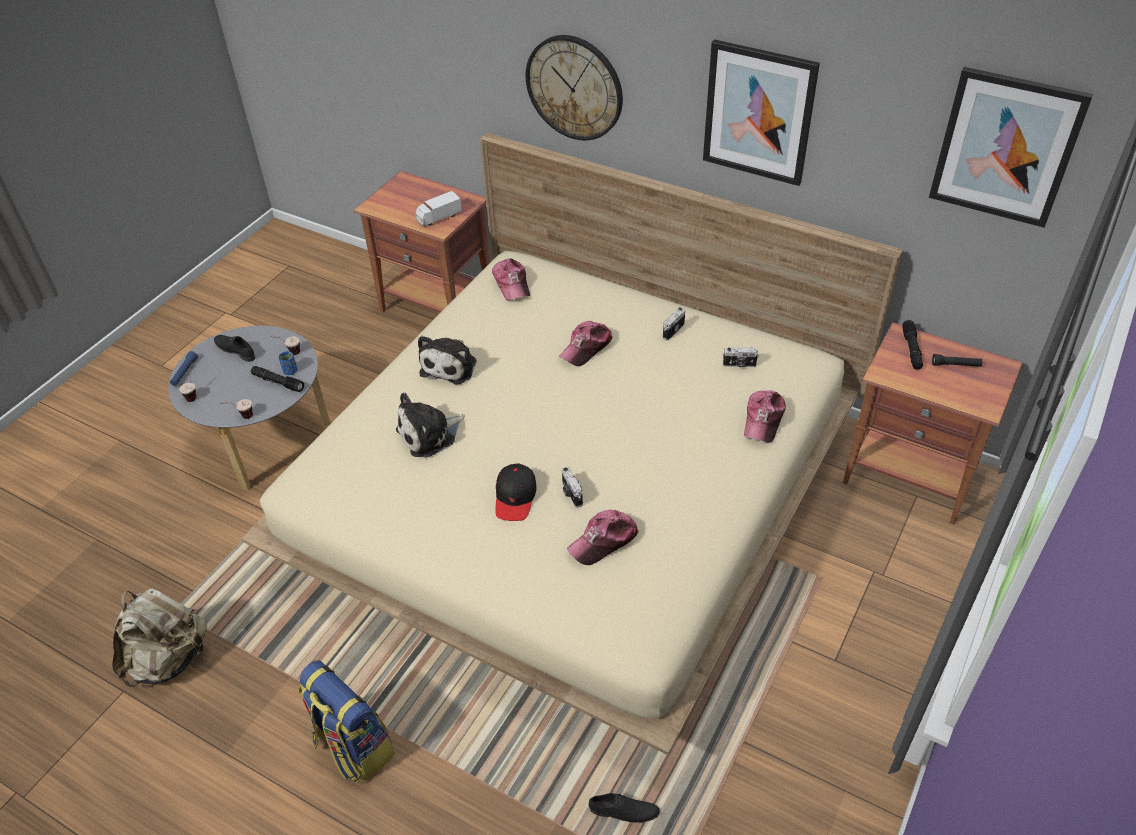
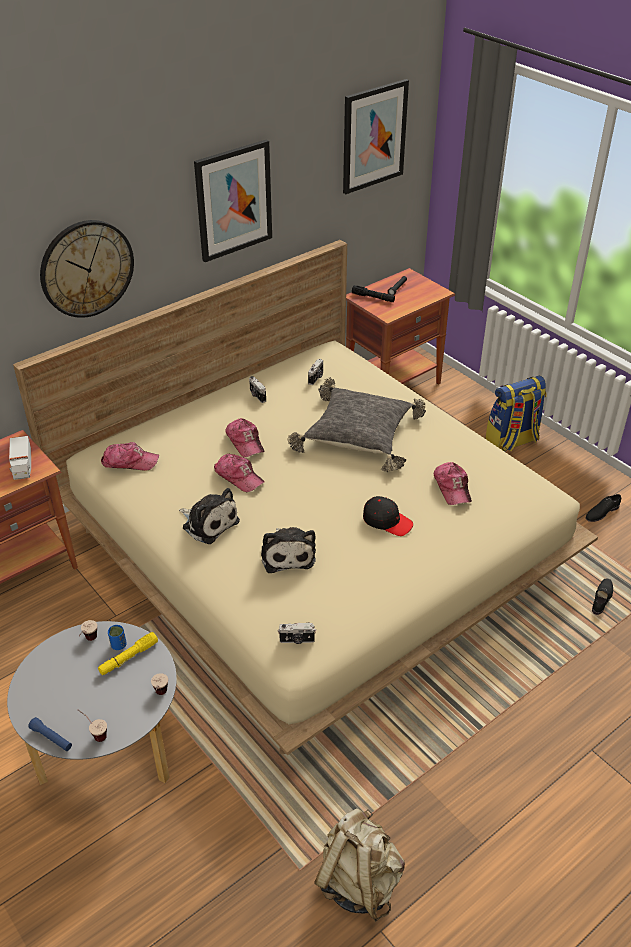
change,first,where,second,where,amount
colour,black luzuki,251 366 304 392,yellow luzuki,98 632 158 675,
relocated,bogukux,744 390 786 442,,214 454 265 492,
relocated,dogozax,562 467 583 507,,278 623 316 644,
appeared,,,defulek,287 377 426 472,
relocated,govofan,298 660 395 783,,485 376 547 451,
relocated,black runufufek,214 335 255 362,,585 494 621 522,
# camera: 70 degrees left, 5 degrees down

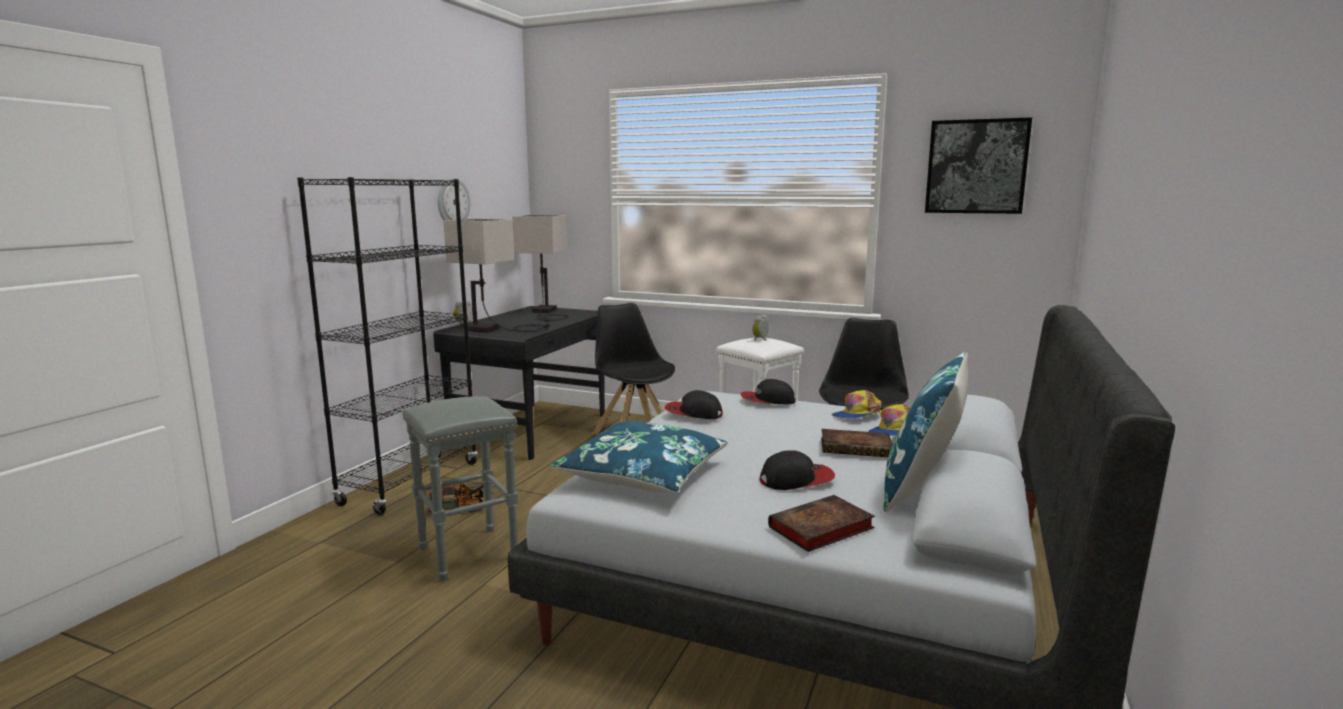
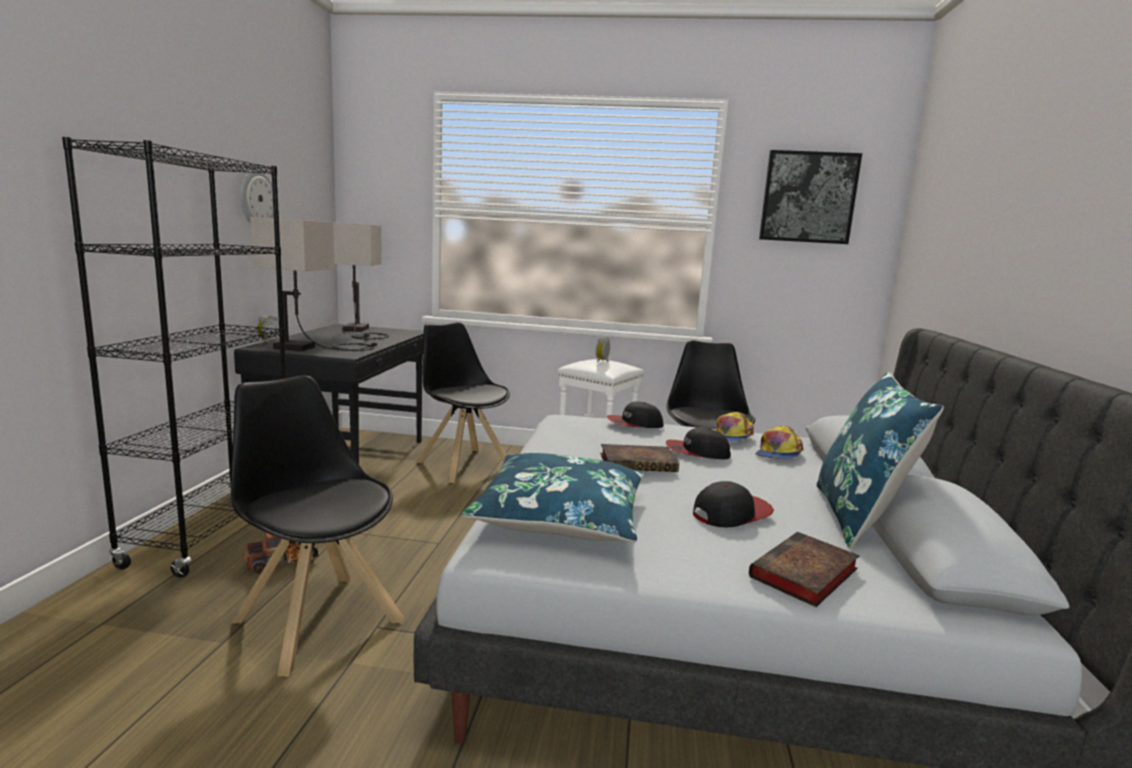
change,first,where,second,where,amount
exchanged,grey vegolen,403 396 518 581,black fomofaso,231 375 404 677,
relocated,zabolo,821 429 893 457,,600 444 679 472,
relocated,bogukux,665 390 723 419,,666 427 731 459,
# camera: 15 degrees left, 0 degrees up

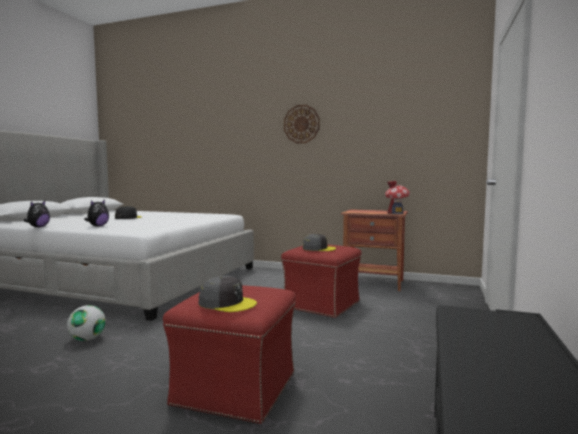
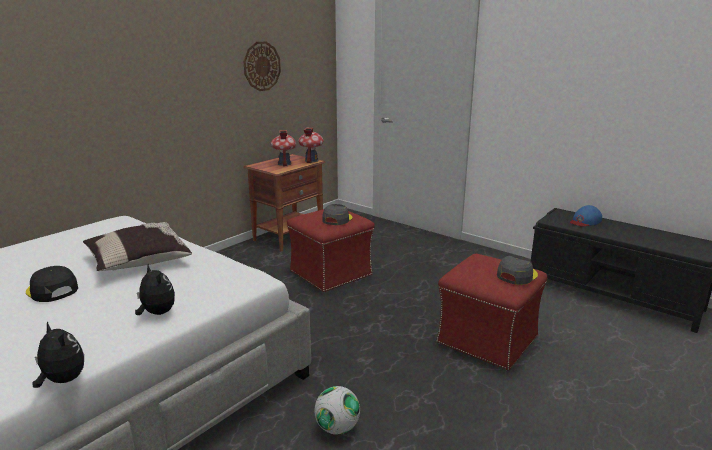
change,first,where,second,where,amount
appeared,,,defulek,83 222 192 271,
relocated,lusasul,284 105 320 143,,243 41 281 91,
appeared,,,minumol,271 130 296 166,
appeared,,,blue bogukux,570 205 602 226,
# camera: 70 degrees left, 15 degrees up

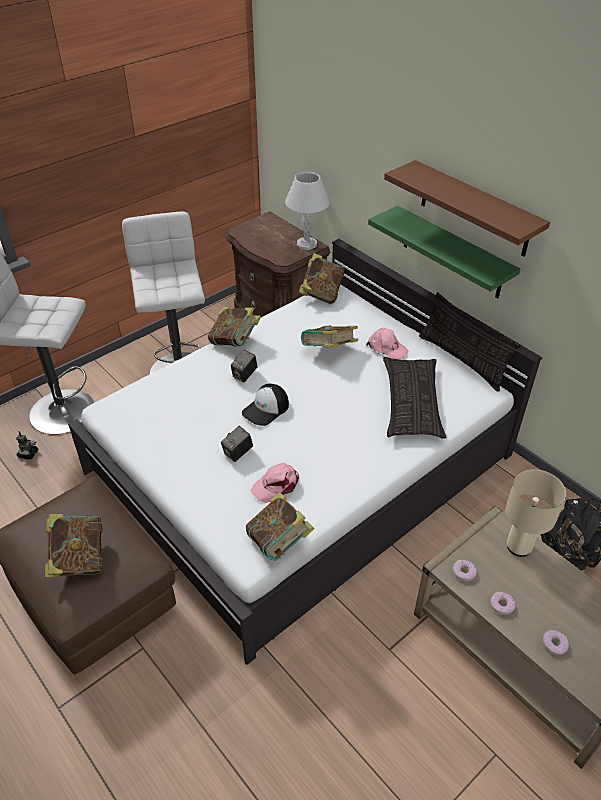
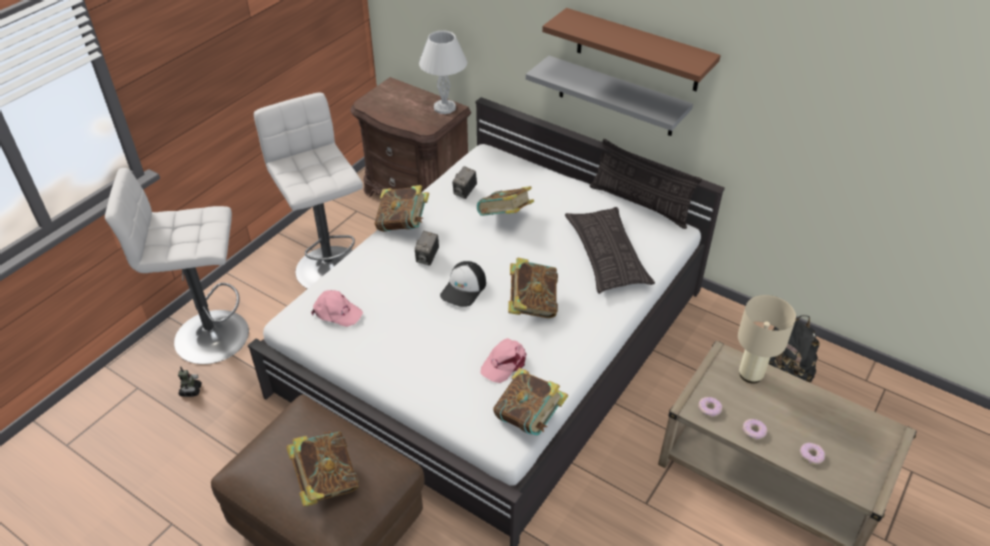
change,first,where,second,where,amount
relocated,pink bogukux,366 328 409 359,,311 290 363 327,
relocated,dogozax,221 426 253 462,,452 166 477 199,
relocated,zabolo,299 253 344 304,,508 257 558 318,
colour,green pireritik,368 206 520 298,grey pireritik,526 56 693 136,
# camera: 15 degrees left, 0 degrees up

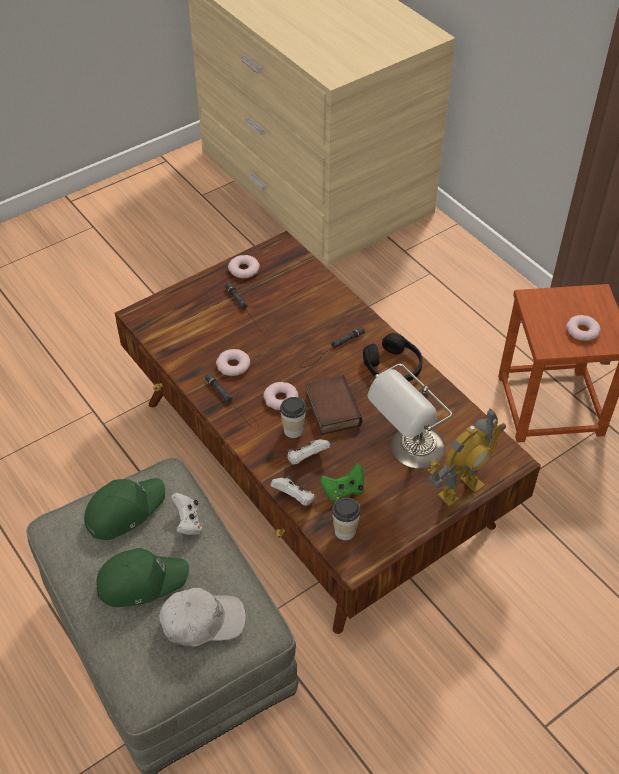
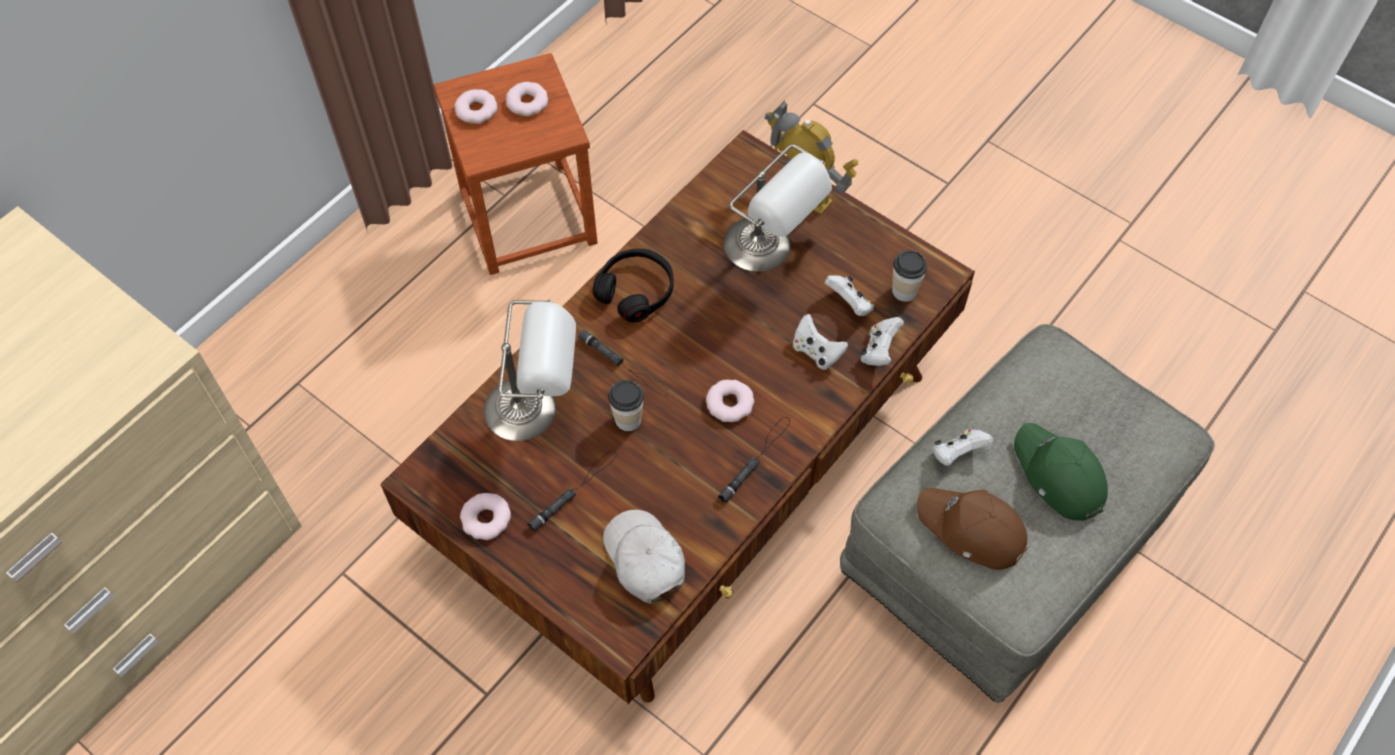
change,first,where,second,where,amount
relocated,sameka,216 349 250 376,,454 89 497 124,
appeared,,,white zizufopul,483 300 576 441,
relocated,white bogukux,159 588 246 646,,603 510 685 604,
relocated,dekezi,280 397 306 438,,608 380 644 431,
colour,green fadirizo,320 463 364 503,white fadirizo,824 275 874 316,
colour,green bogukux,84 478 165 540,brown bogukux,917 488 1028 570,
missing,zabolo,305 375 362 435,,,
# camera: 105 degrees left, 10 degrees up

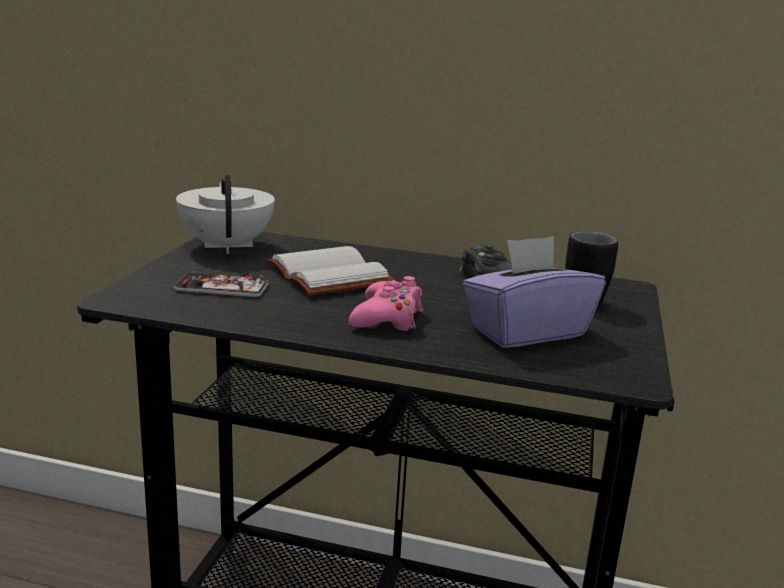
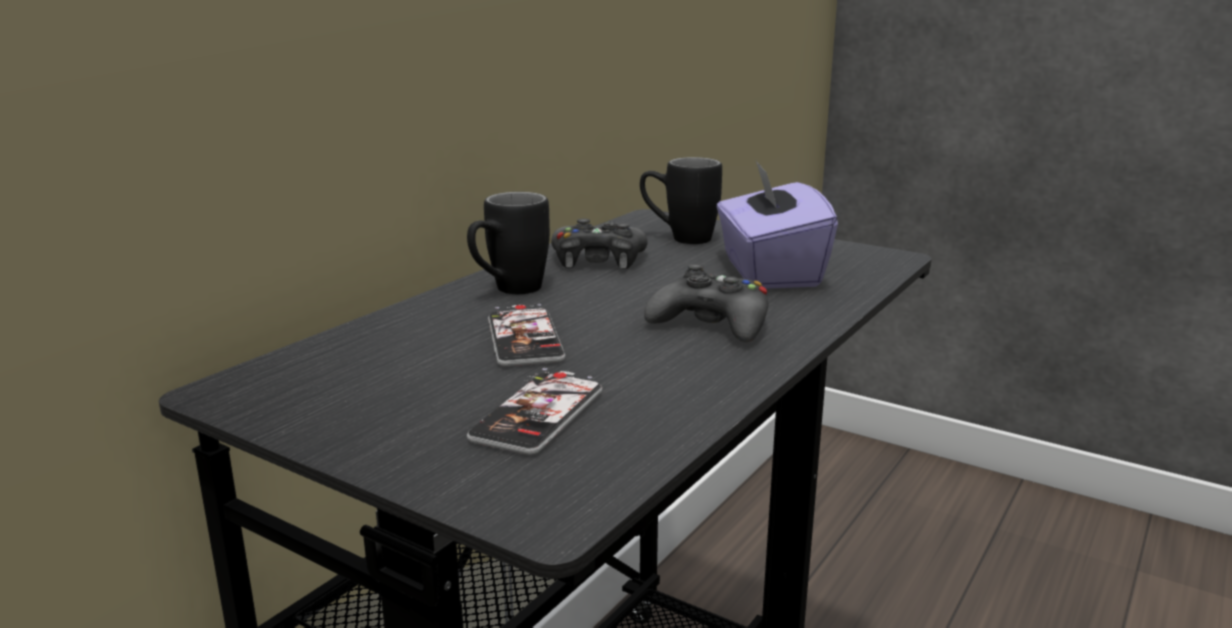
change,first,where,second,where,amount
appeared,,,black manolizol,467 192 550 294,
exchanged,white zabolo,266 246 394 296,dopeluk,488 304 565 366,
colour,pink fadirizo,349 276 423 331,black fadirizo,644 264 768 342,
missing,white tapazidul,176 175 275 254,,,
# camera: 70 degrees left, 0 degrees up

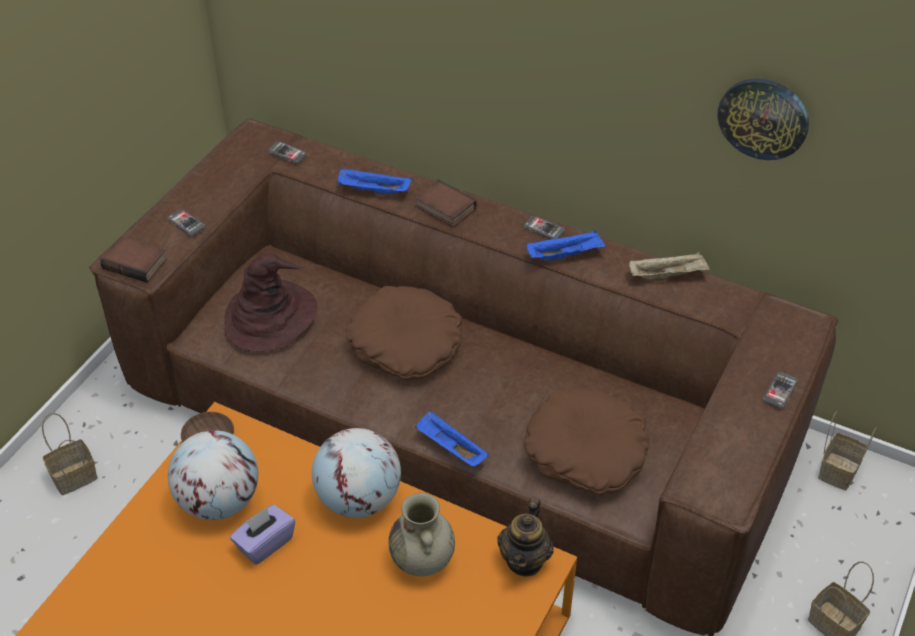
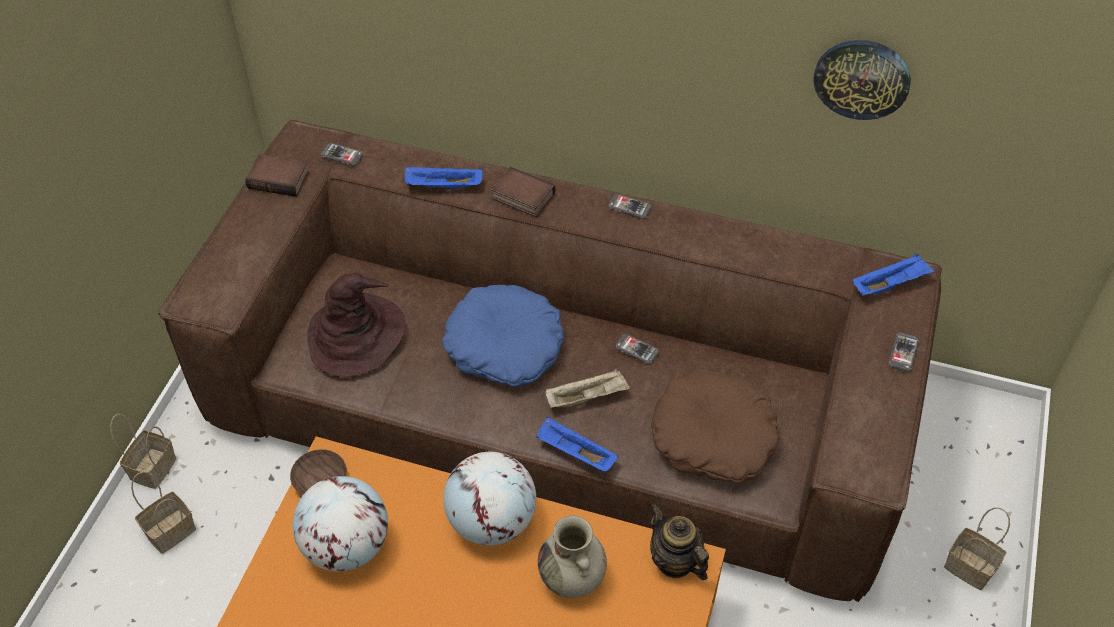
change,first,where,second,where,amount
relocated,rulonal,818 411 876 490,,110 414 176 489,
relocated,zabolo,100 236 167 283,,245 154 309 197,
colour,brown defulek,345 286 463 380,blue defulek,442 285 564 387,
relocated,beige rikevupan,629 252 710 281,,545 369 630 408,
relocated,dopeluk,168 209 205 236,,616 334 659 364,
spun,tapazidul,497 497 554 577,,650 503 709 580,135 degrees clockwise
relocated,blue rikevupan,527 230 606 261,,853 253 935 296,
missing,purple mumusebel,230 505 295 565,,,
# camera: 10 degrees left, 5 degrees up

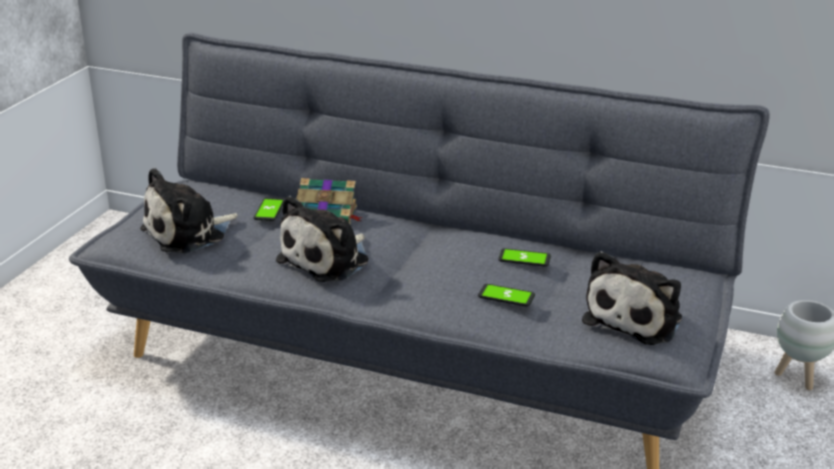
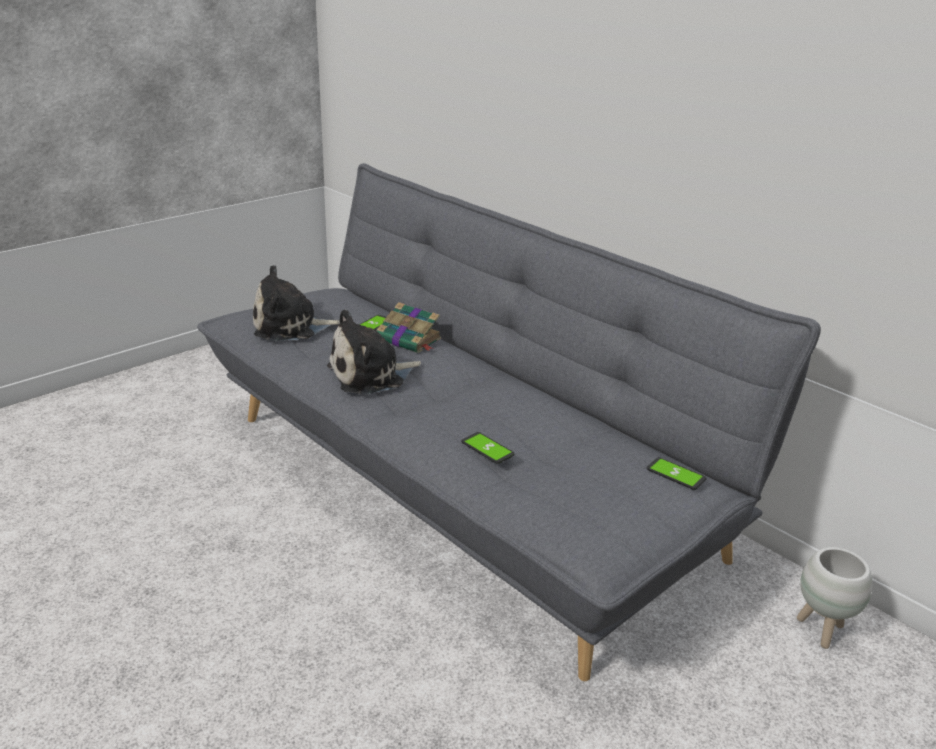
change,first,where,second,where,amount
relocated,dopeluk,498 248 551 267,,647 457 707 490,
missing,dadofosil,582 251 682 345,,,
# camera: 25 degrees right, 0 degrees up

